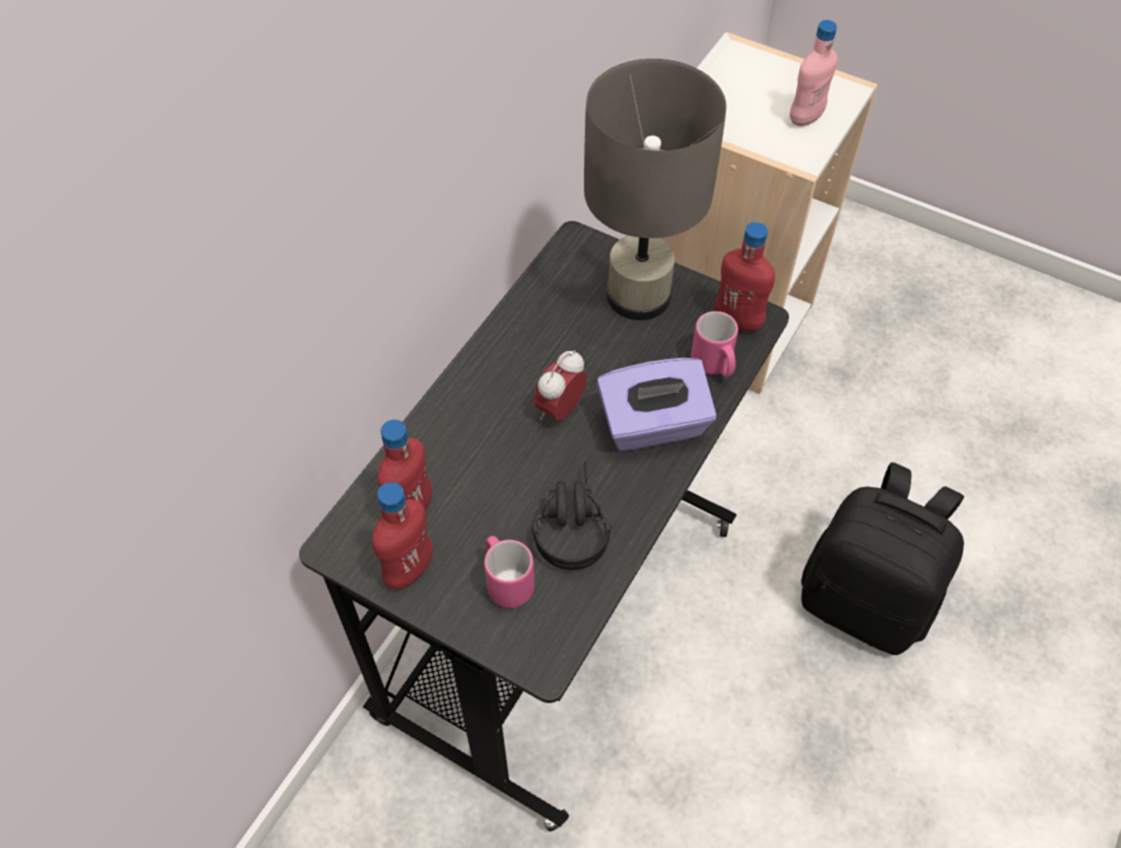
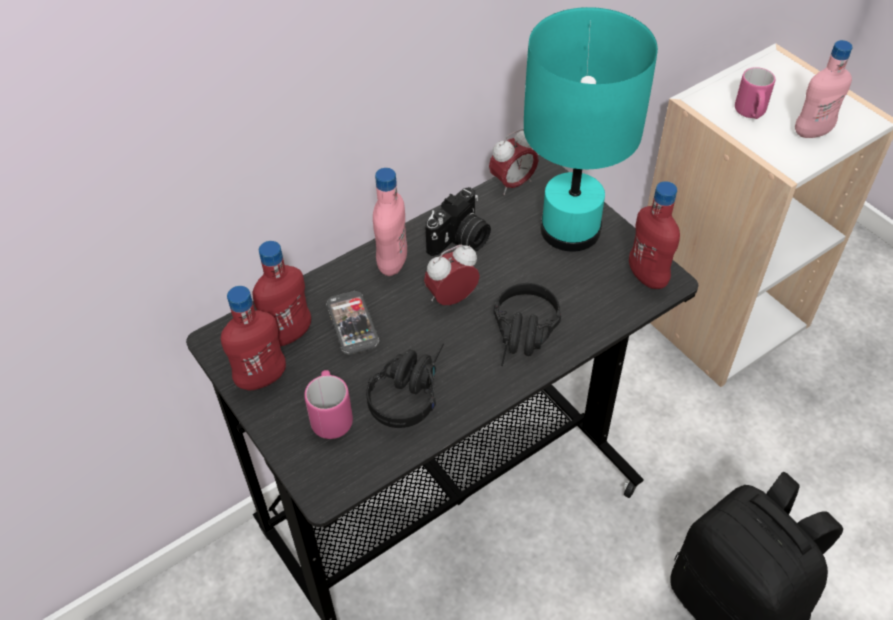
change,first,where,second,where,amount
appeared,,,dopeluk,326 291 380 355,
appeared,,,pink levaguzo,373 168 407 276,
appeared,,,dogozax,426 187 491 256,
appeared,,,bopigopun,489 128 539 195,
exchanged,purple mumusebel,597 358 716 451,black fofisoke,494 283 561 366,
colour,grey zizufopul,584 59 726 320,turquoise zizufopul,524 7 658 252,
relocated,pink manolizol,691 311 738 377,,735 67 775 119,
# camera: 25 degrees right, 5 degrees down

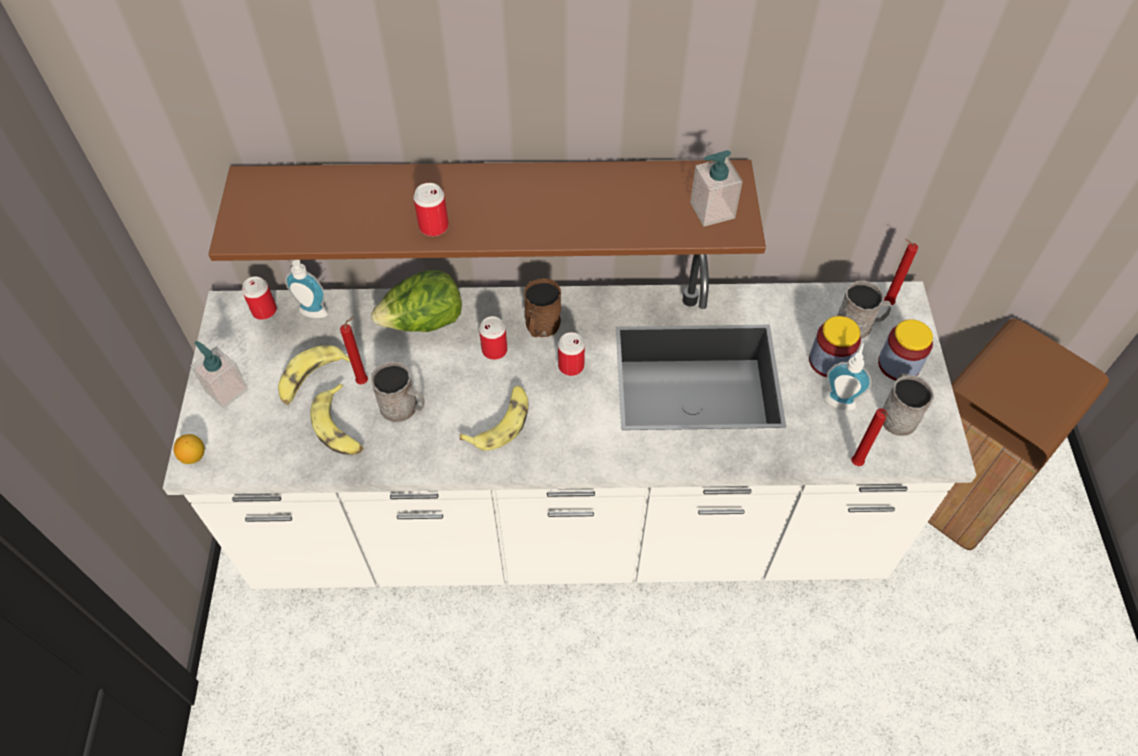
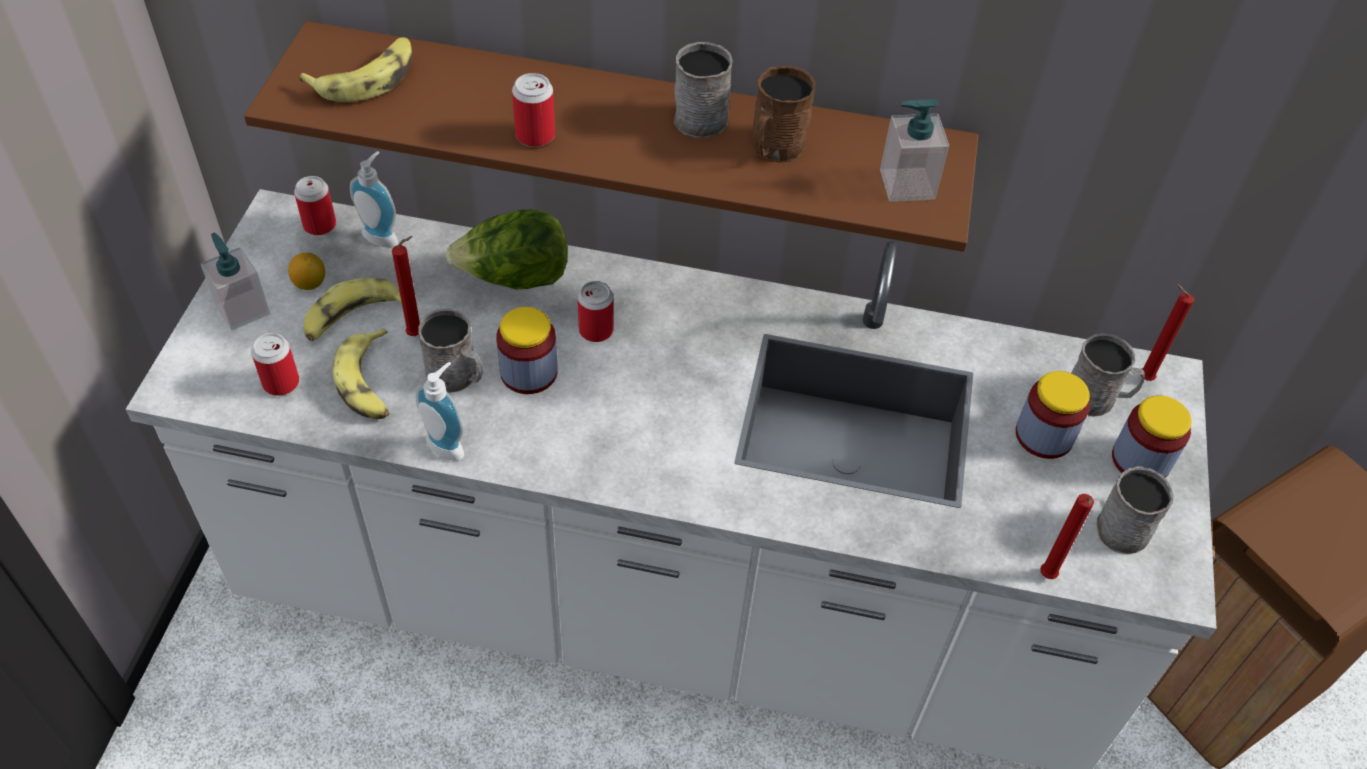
change,first,where,second,where,amount
relocated,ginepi,558 332 585 376,,251 333 299 396,
relocated,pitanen,173 434 205 464,,288 253 325 290,
relocated,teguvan,460 386 528 451,,299 37 412 102,
relocated,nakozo,823 343 872 410,,415 362 464 461,
appeared,,,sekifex,496 307 557 394,
appeared,,,grey manolizol,674 42 733 138,
relocated,brown manolizol,524 278 561 337,,751 66 816 163,
# camera: 10 degrees right, 5 degrees down

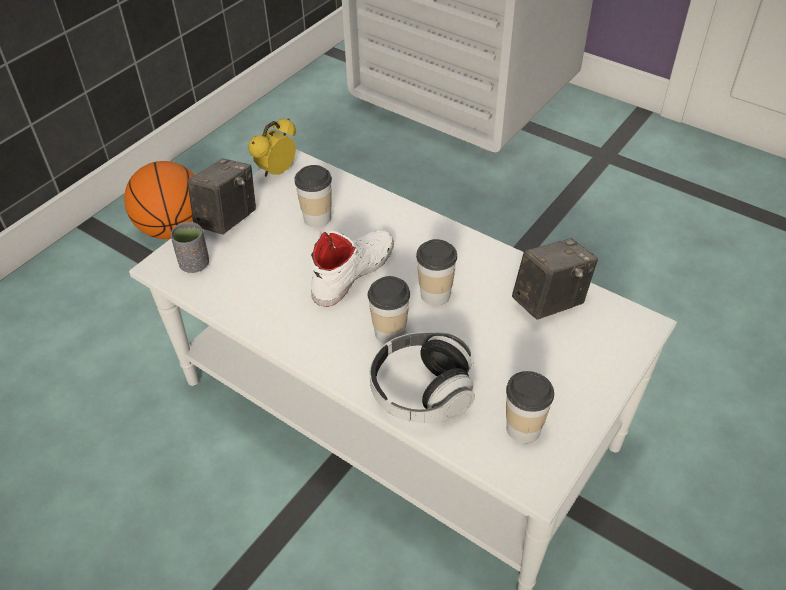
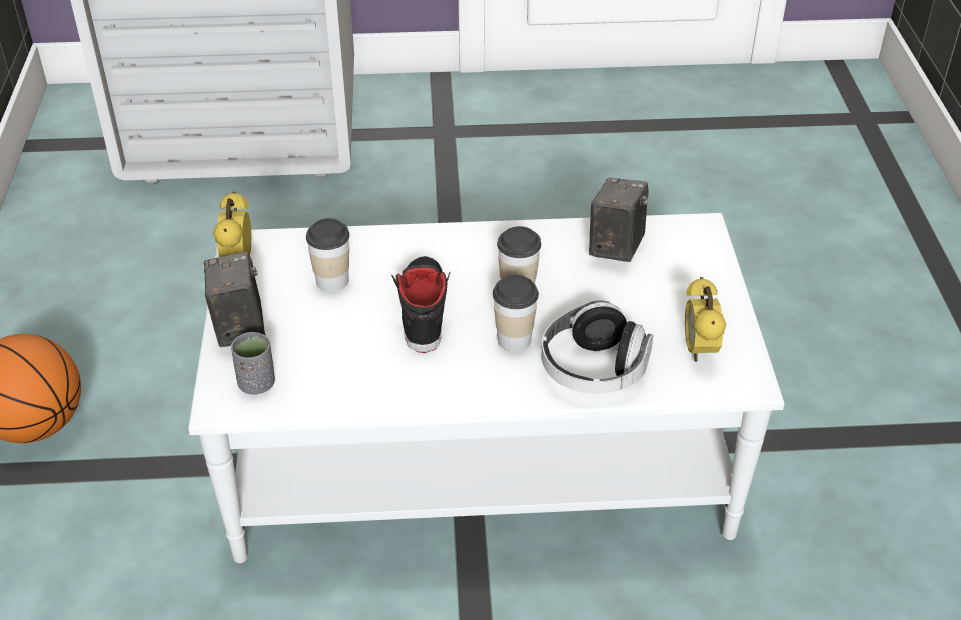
change,first,where,second,where,amount
colour,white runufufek,311 230 394 307,black runufufek,391 256 450 353,
exchanged,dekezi,506 371 554 443,bopigopun,685 277 726 362,
# camera: 40 degrees left, 5 degrees down

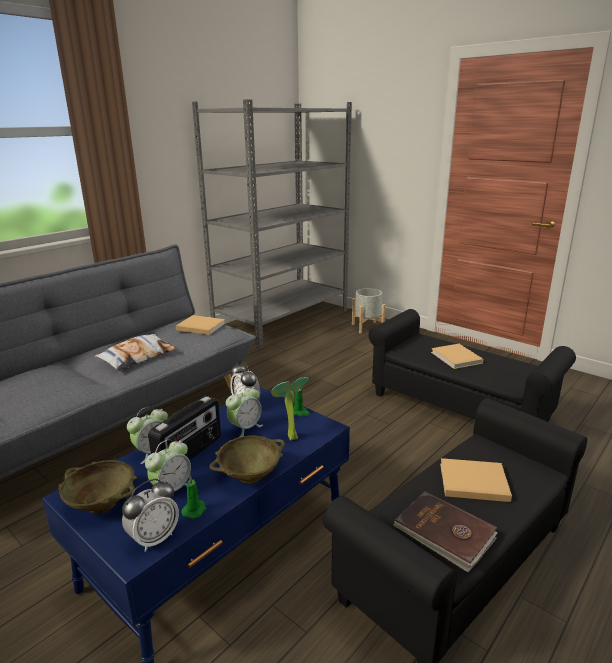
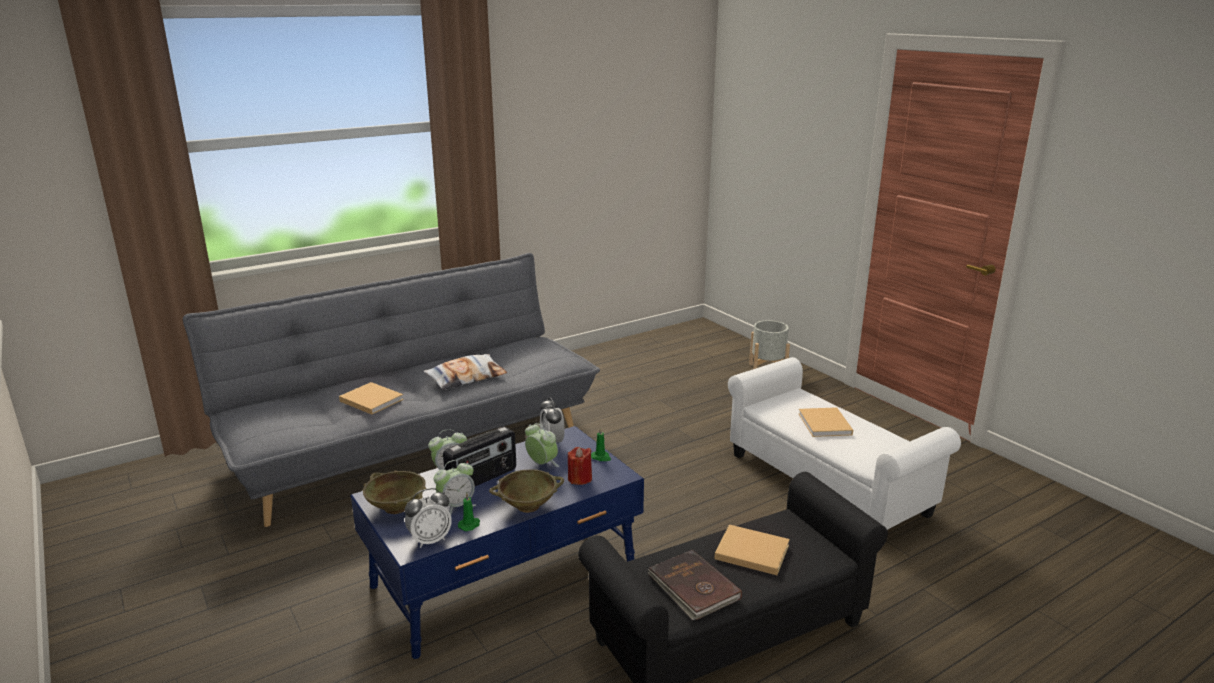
change,first,where,second,where,amount
relocated,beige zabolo,176 315 225 335,,339 382 404 415,
spun,bopigopun,226 385 263 438,,525 423 559 467,105 degrees counterclockwise
exchanged,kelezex,271 377 309 441,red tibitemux,568 447 592 485,
colour,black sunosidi,368 309 576 422,white sunosidi,728 357 961 531,
missing,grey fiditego,192 99 352 349,,,
# camera: 15 degrees right, 0 degrees up

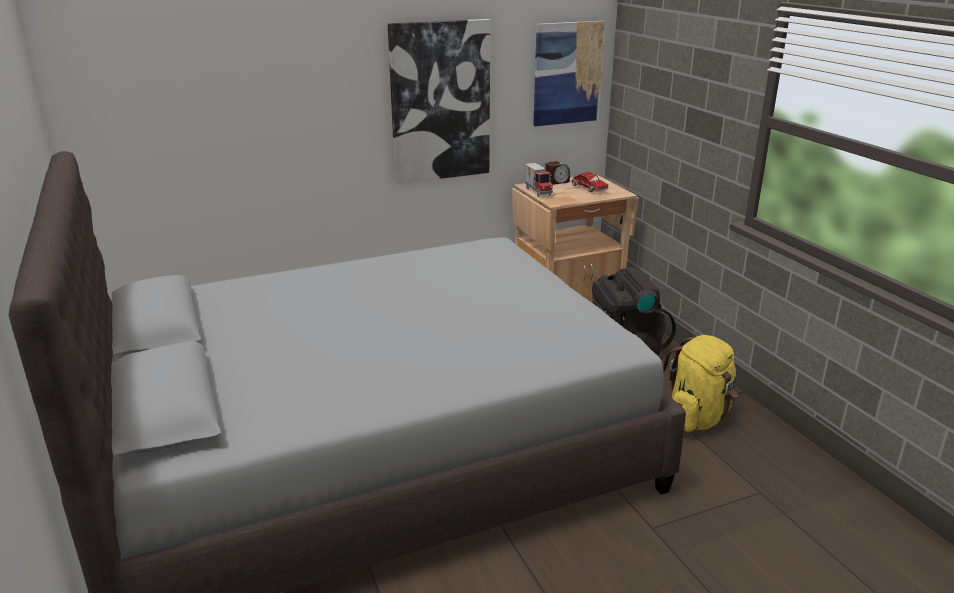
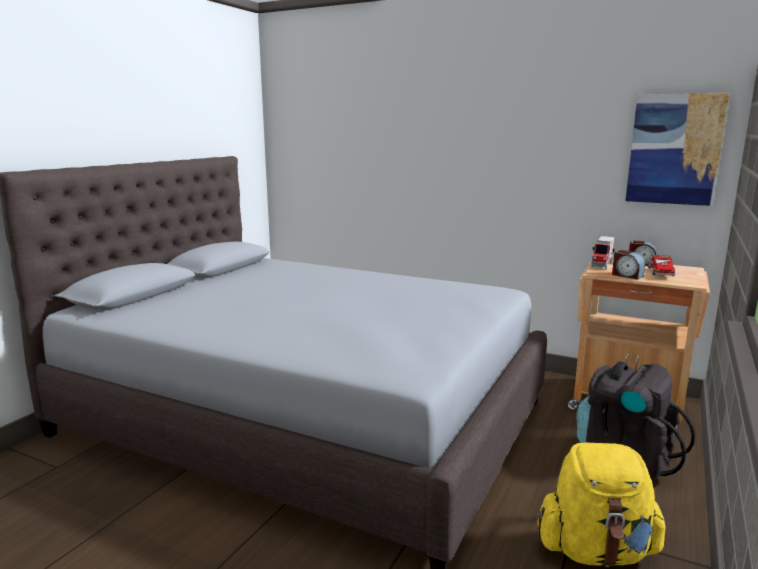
change,first,where,second,where,amount
appeared,,,bopigopun,612 250 645 280,
missing,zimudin,388 19 490 184,,,
# camera: 50 degrees right, 10 degrees down

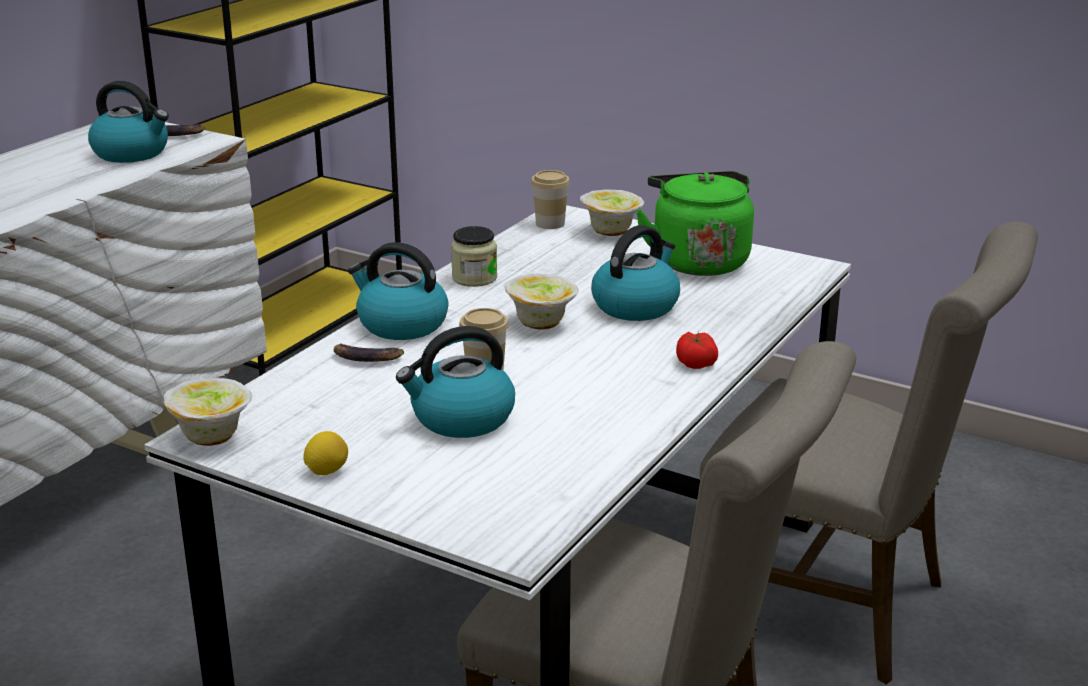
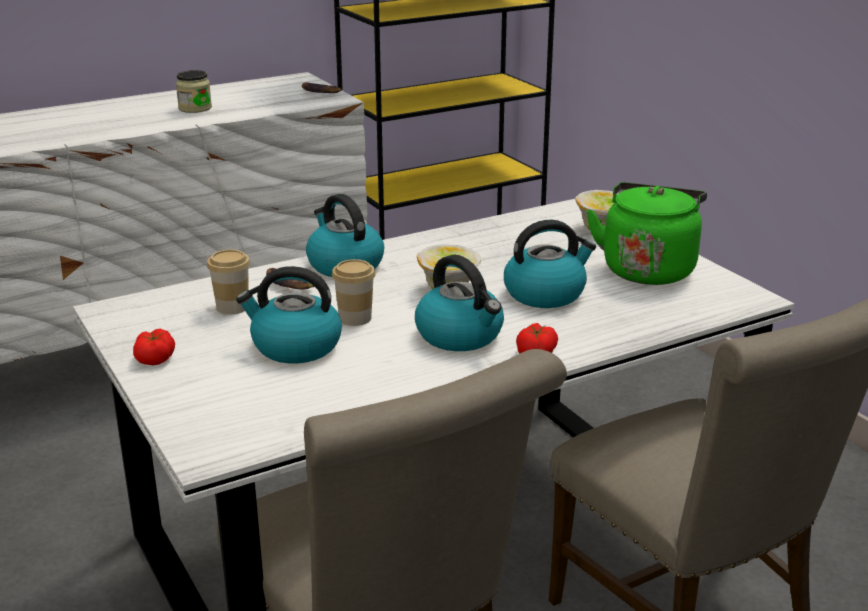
change,first,where,second,where,amount
exchanged,pitanen,303 431 348 475,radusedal,133 329 175 365,
relocated,sekifex,451 226 497 287,,176 70 212 113,
relocated,dekezi,531 170 570 229,,207 249 250 315,
relocated,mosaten,88 81 169 163,,415 255 504 351,
missing,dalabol,163 378 252 446,,,
# camera: 30 degrees right, 0 degrees up

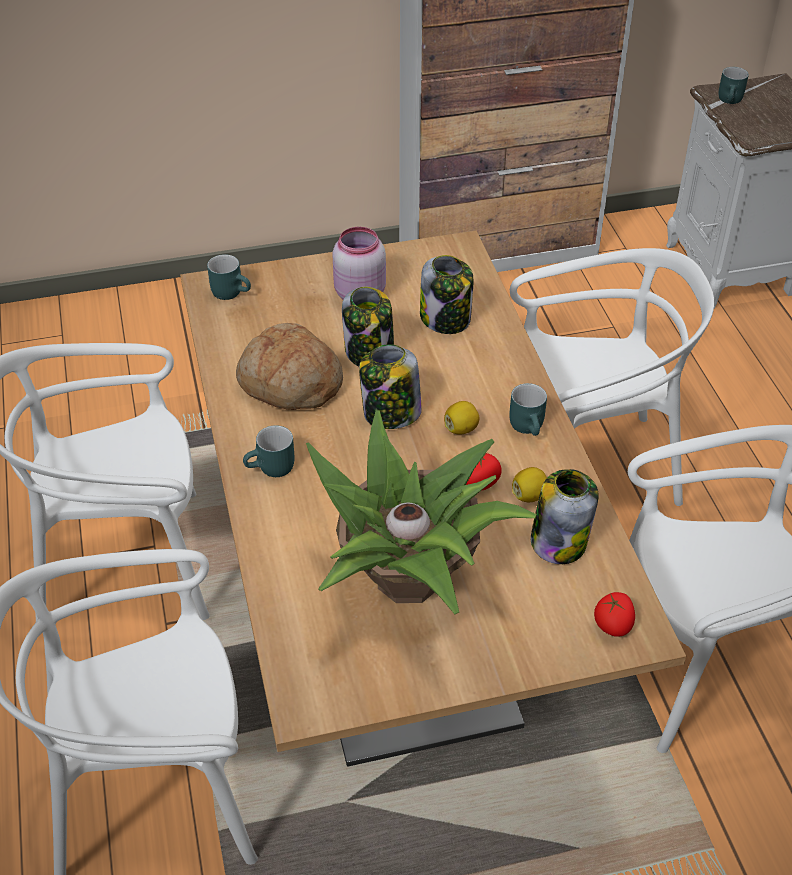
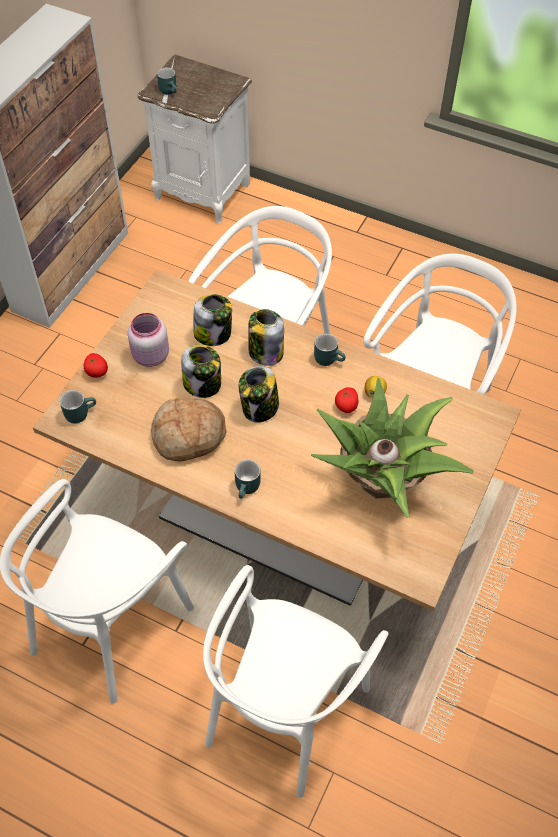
change,first,where,second,where,amount
relocated,radusedal,594 592 635 637,,84 353 108 377,
relocated,sekifex,531 469 599 564,,248 309 284 366,
missing,pitanen,444 401 480 435,,,
# camera: 50 degrees left, 10 degrees up

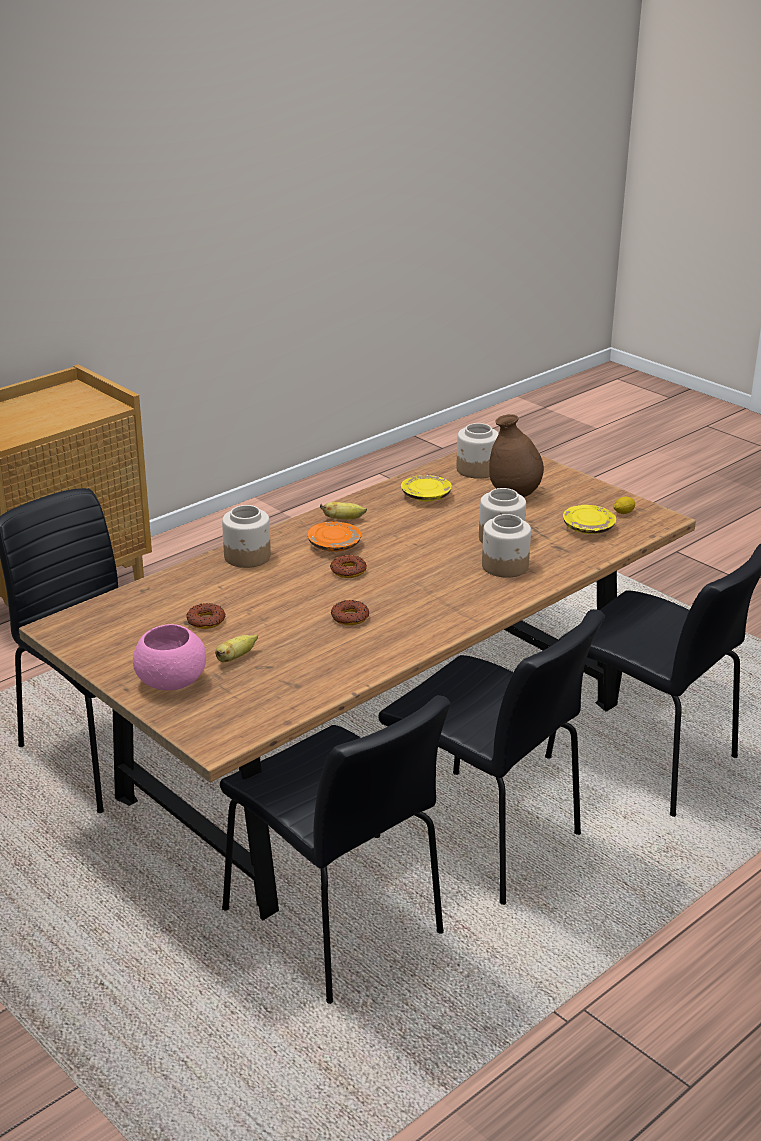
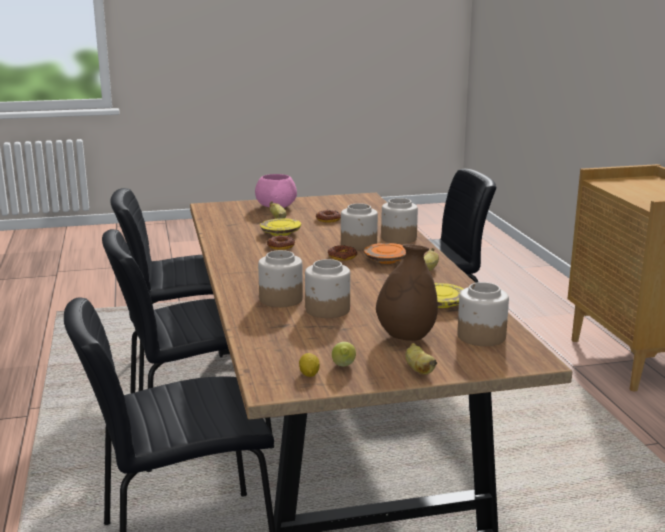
change,first,where,second,where,amount
relocated,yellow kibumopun,563 505 616 534,,260 218 301 236,
appeared,,,pitanen,332 342 356 366,
appeared,,,sekifex,341 203 378 250,
appeared,,,teguvan,405 343 437 374,
# camera: 120 degrees right, 10 degrees down

